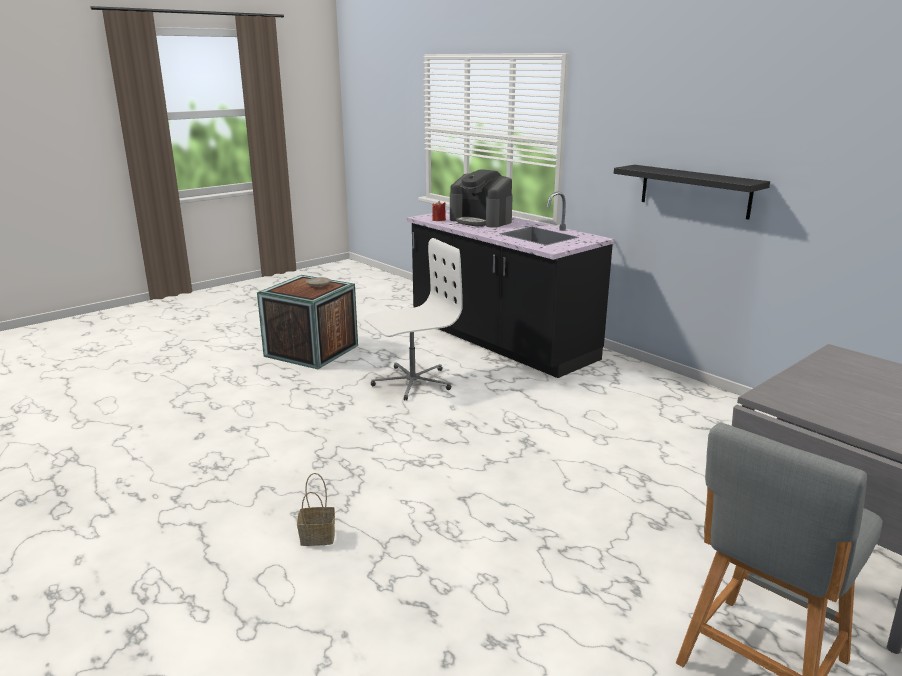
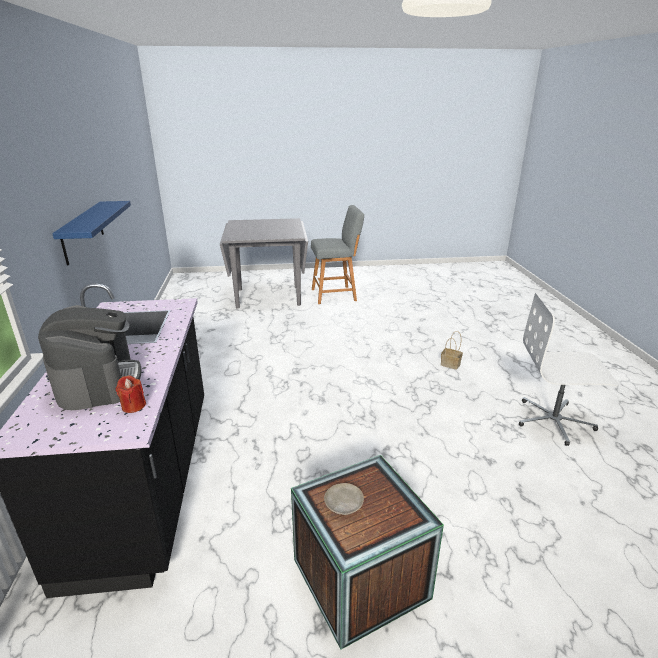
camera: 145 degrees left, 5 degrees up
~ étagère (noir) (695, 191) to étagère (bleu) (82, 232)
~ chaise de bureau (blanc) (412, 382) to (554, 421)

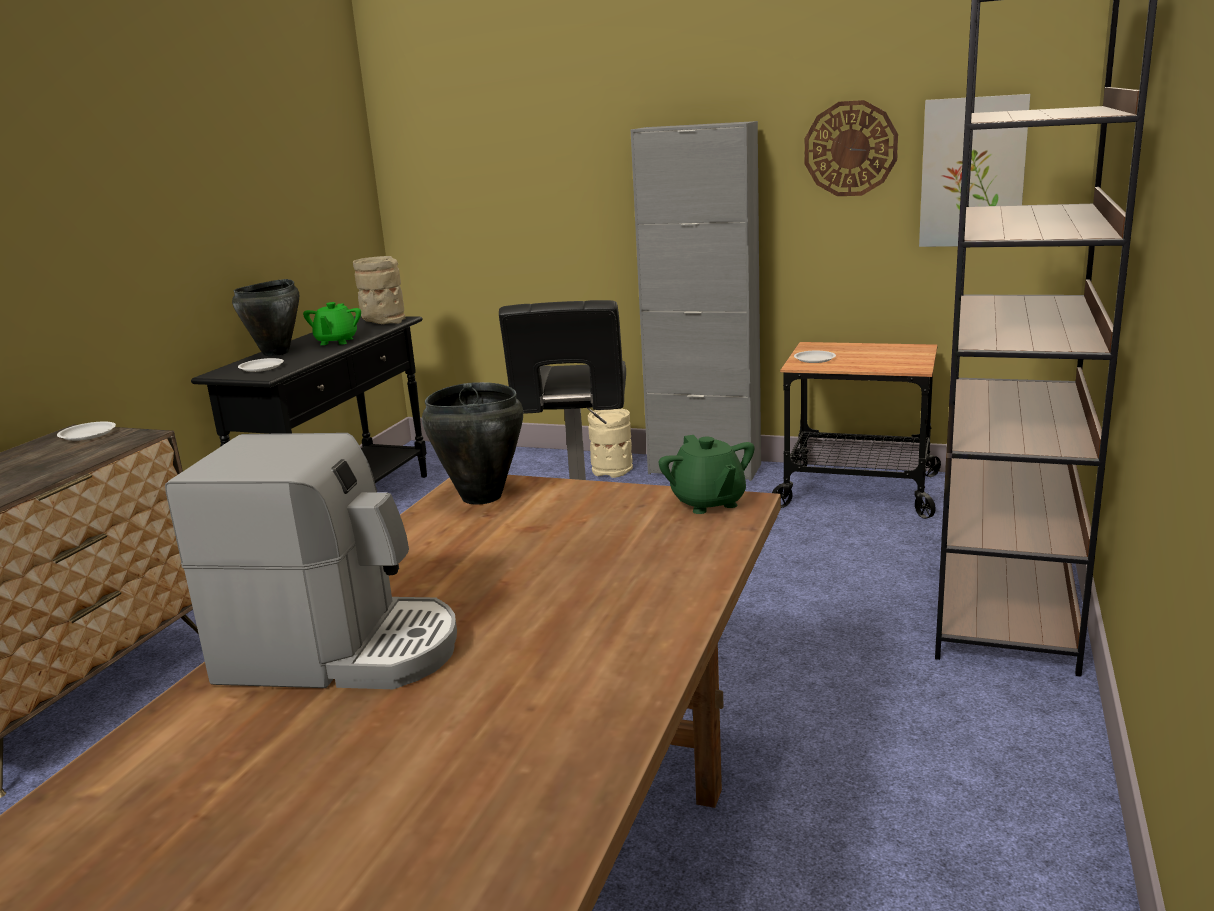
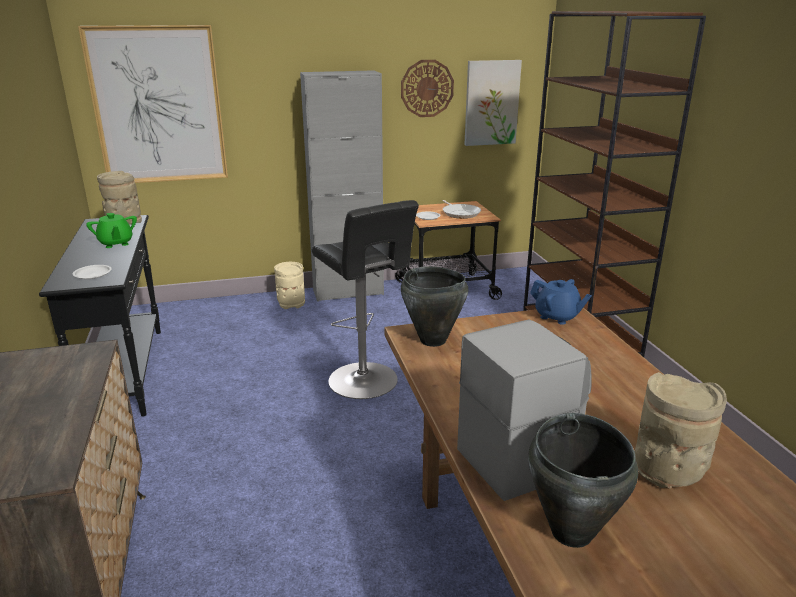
camera: 35 degrees left, 5 degrees up
~ marmite (noir) (276, 353) to (572, 532)
- assiette (blanc) (87, 435)
~ théière (vert) (708, 502) to théière (bleu) (557, 317)
+ tableau (158, 106)
+ poêle (460, 213)
+ vase (beige) (667, 474)

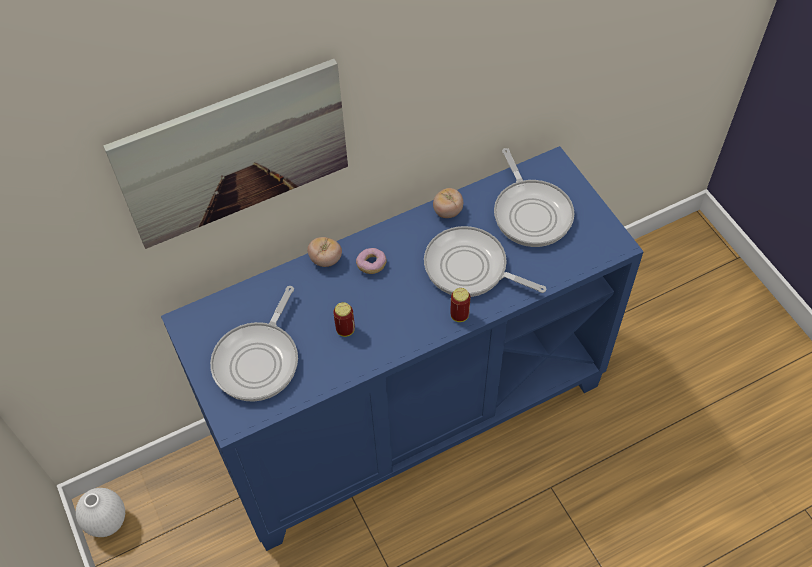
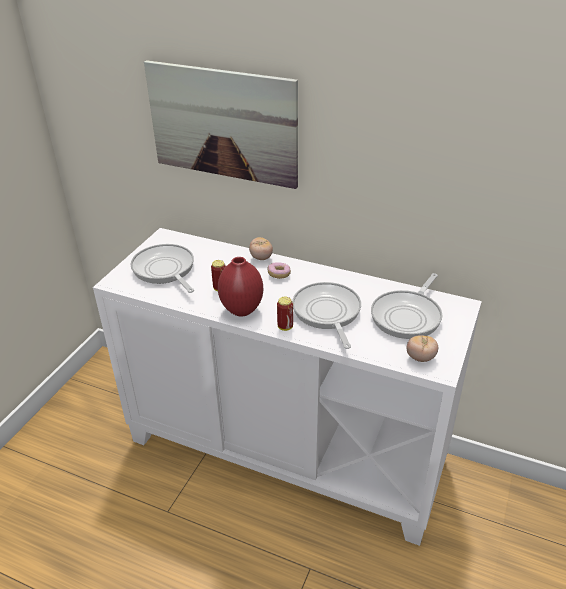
camera: 50 degrees right, 20 degrees down
~ meuble de rangement (bleu) (409, 412) to meuble de rangement (blanc) (286, 449)
~ tomate (447, 211) to (420, 357)
~ poêle (259, 360) = (165, 270) 75 degrees clockwise
- vase (blanc) (108, 522)
+ vase (rouge) (242, 310)

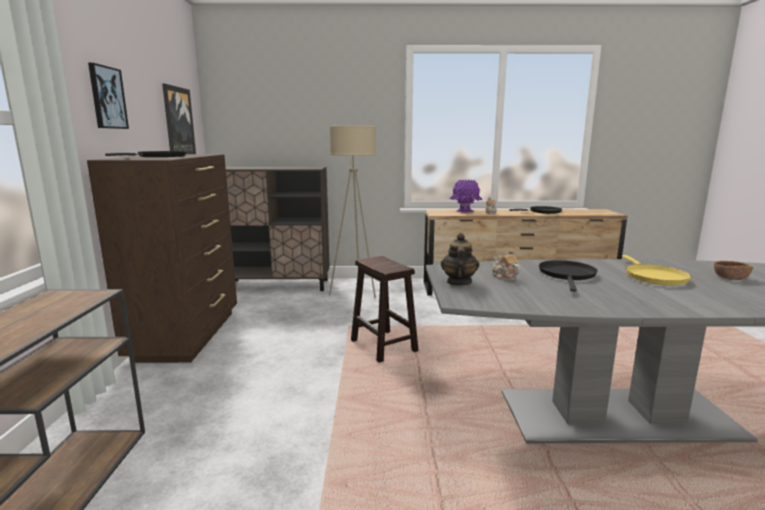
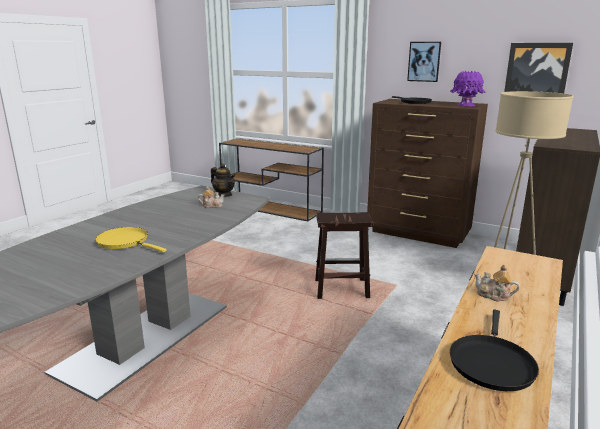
camera: 120 degrees right, 5 degrees up
~ vase (violet) (465, 211) to (466, 105)
- poêle (noir) (567, 275)
- bol (marron) (730, 278)

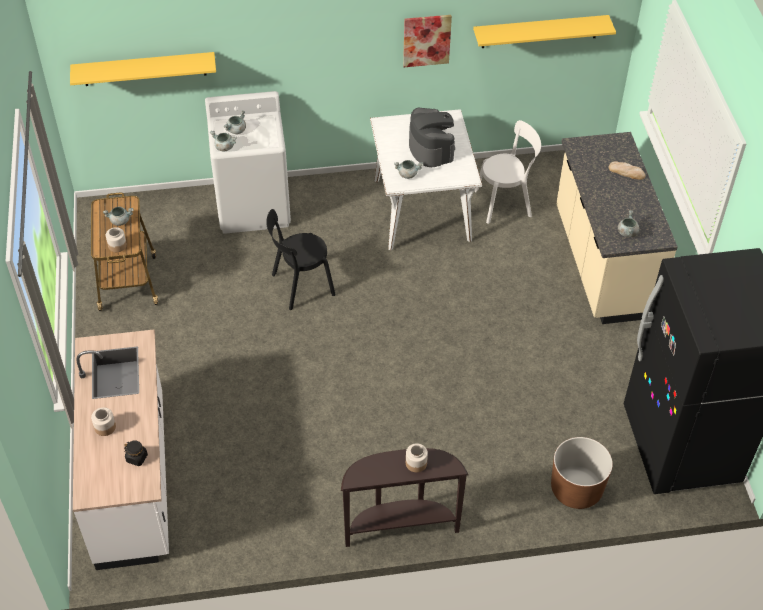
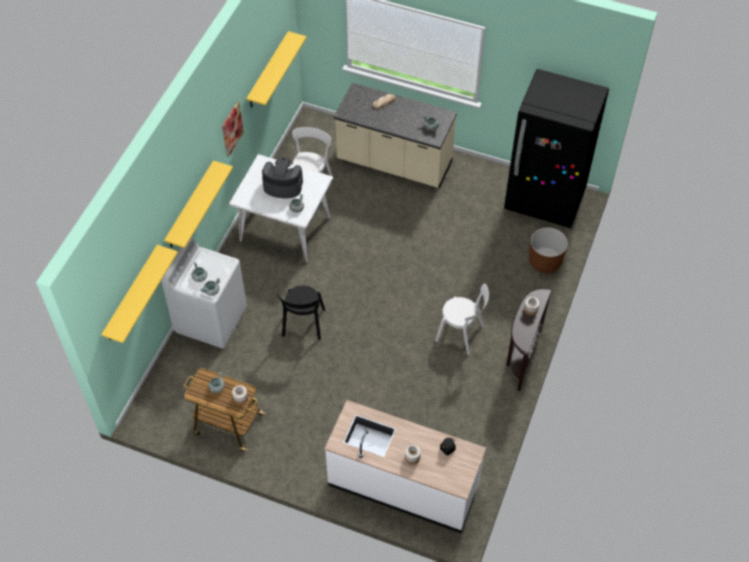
camera: 60 degrees left, 5 degrees up
+ étagère (jaune) (190, 206)
+ chaise (blanc) (461, 334)

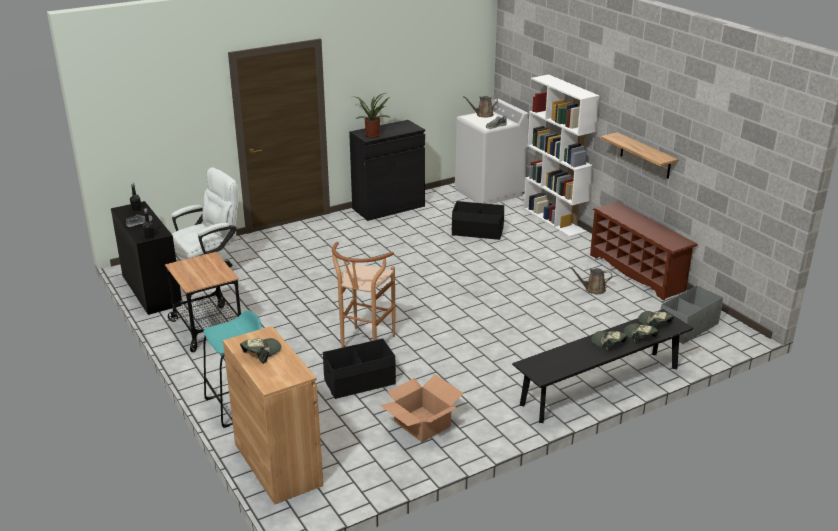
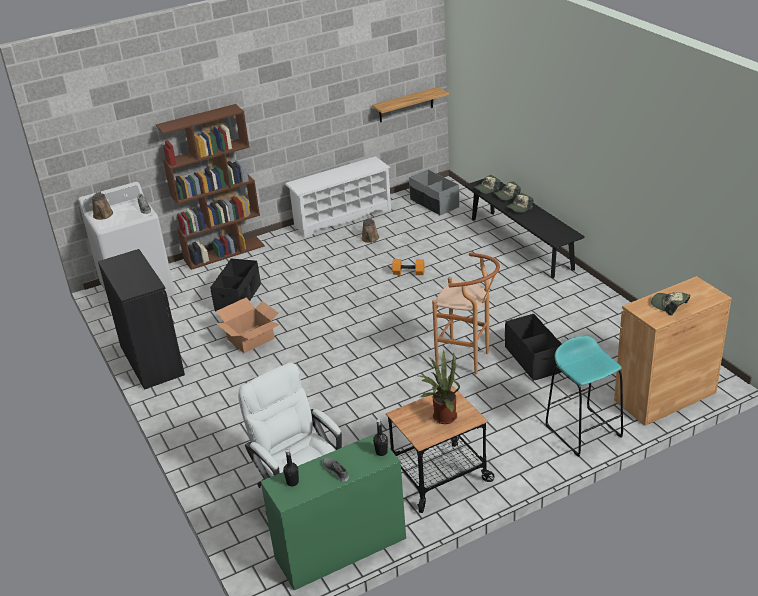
camera: 85 degrees left, 5 degrees up
~ bibliothèque (blanc) (554, 220) to bibliothèque (marron) (224, 252)
~ plante en pot (373, 134) to (442, 417)
~ étagère (645, 155) to (406, 105)
~ bureau (noir) (151, 290) to bureau (vert) (340, 548)
~ étagère à chaussures (marron) (638, 272) to étagère à chaussures (blanc) (342, 217)
~ carton (422, 424) to (251, 339)
+ haltère (orange) (408, 273)

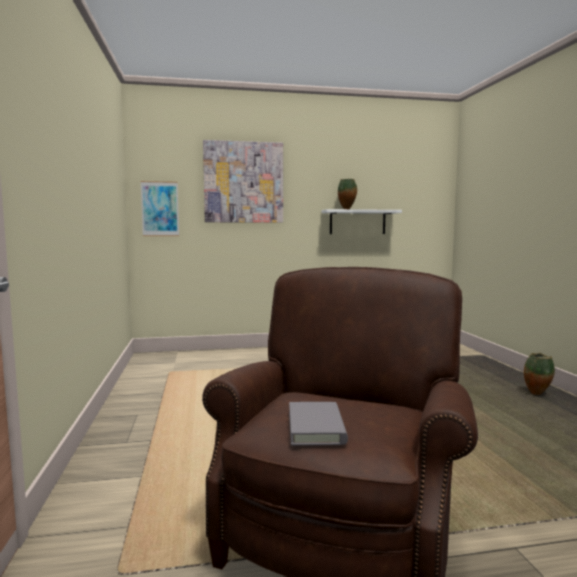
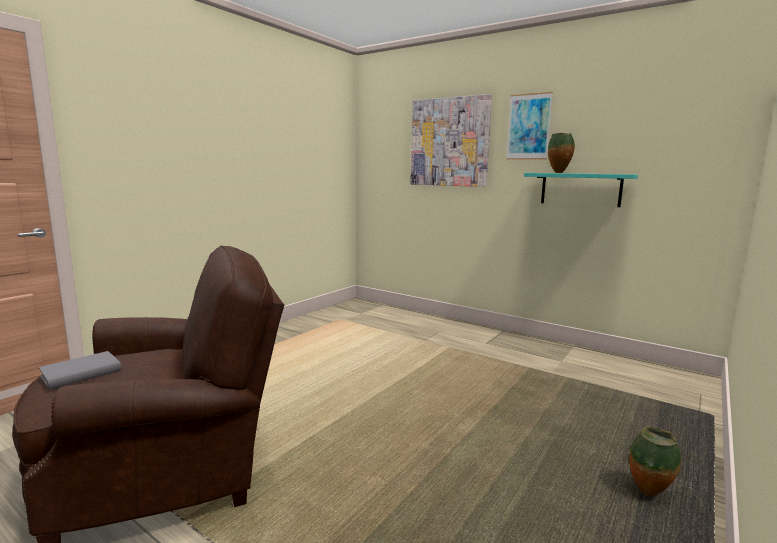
camera: 45 degrees right, 5 degrees up
~ tableau (160, 209) to (529, 127)
~ étagère (blanc) (357, 222) to étagère (turquoise) (580, 189)

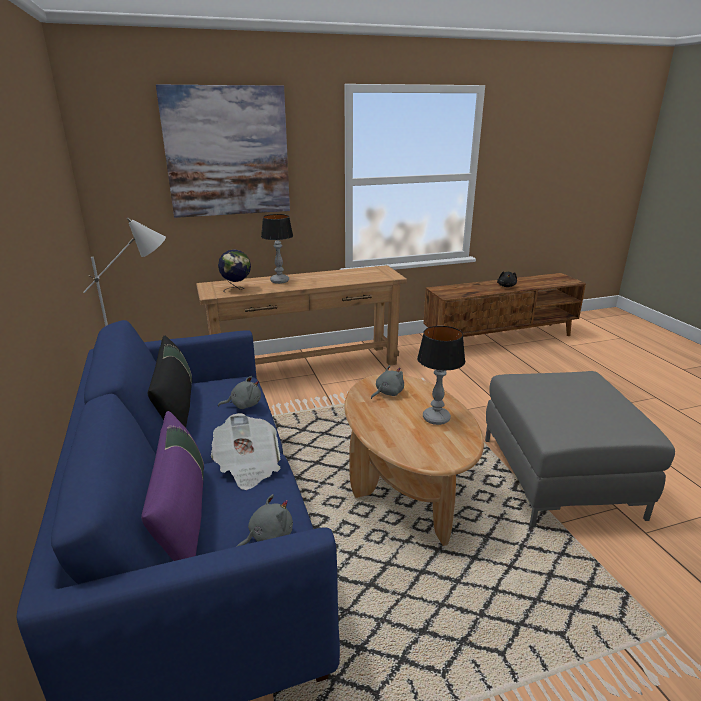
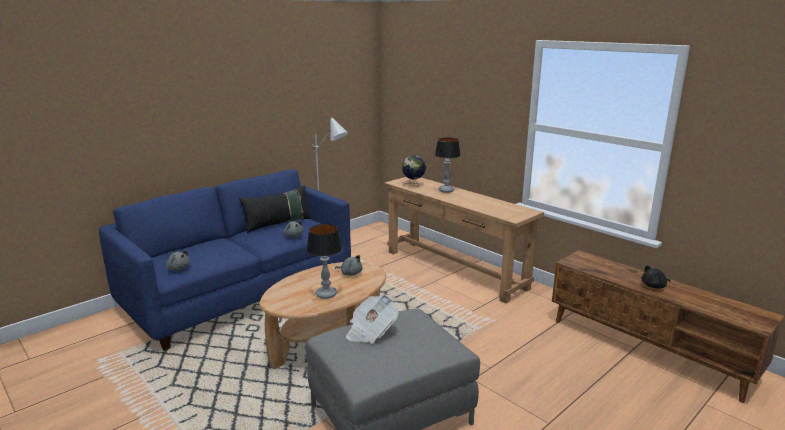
camera: 65 degrees right, 5 degrees down
- tableau (227, 152)
- coussin (violet) (183, 517)
~ journal (248, 466) to (371, 331)

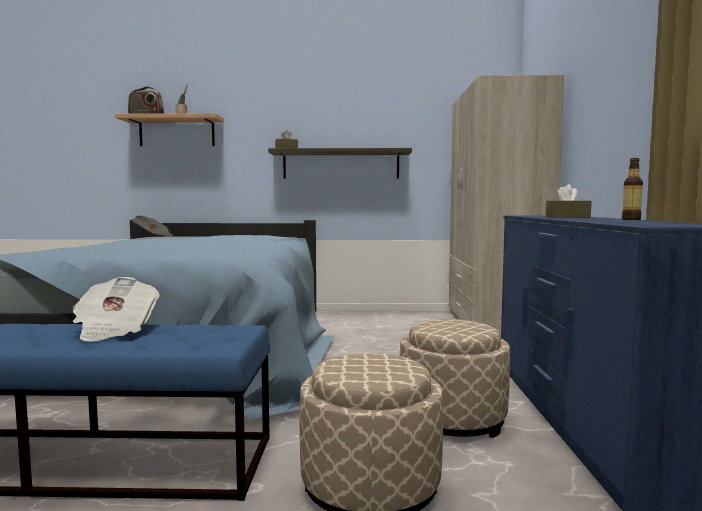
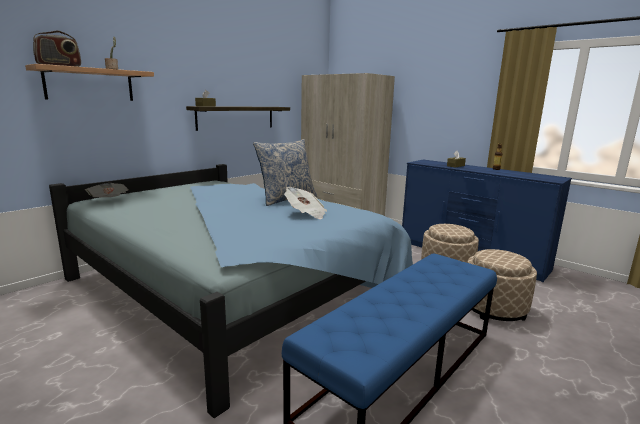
camera: 50 degrees left, 10 degrees up
~ journal (114, 330) to (306, 214)
+ coussin (286, 199)

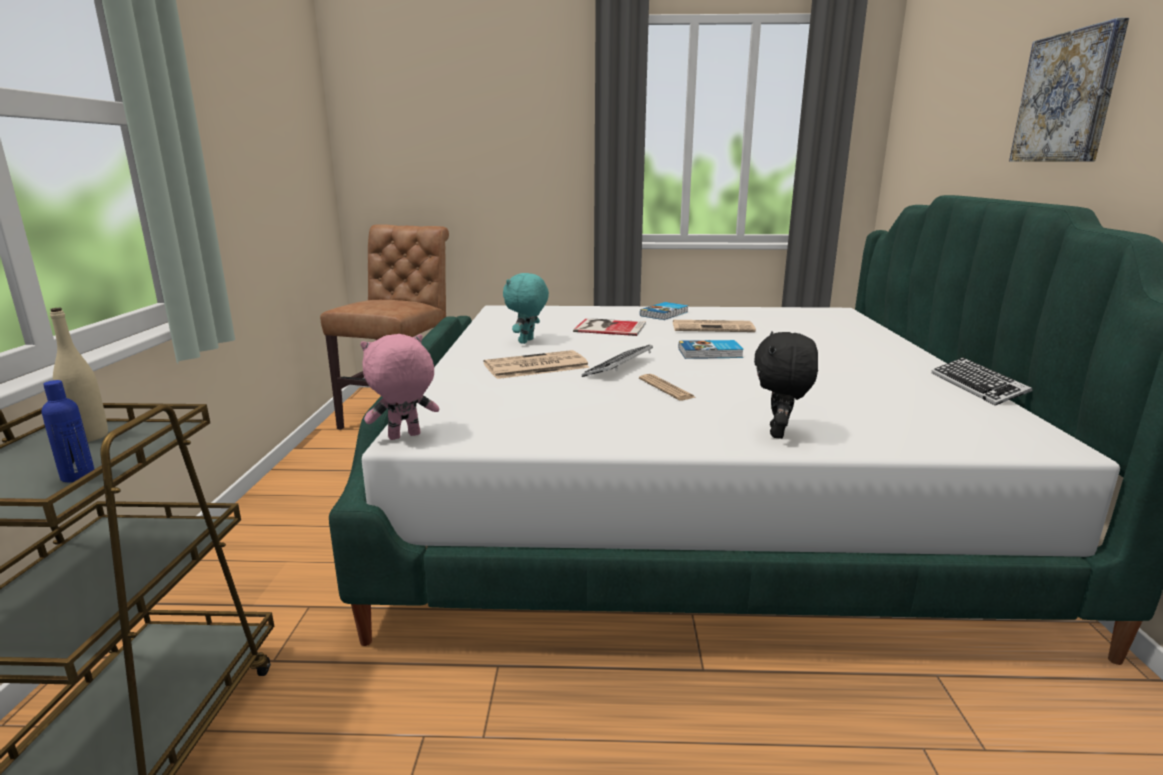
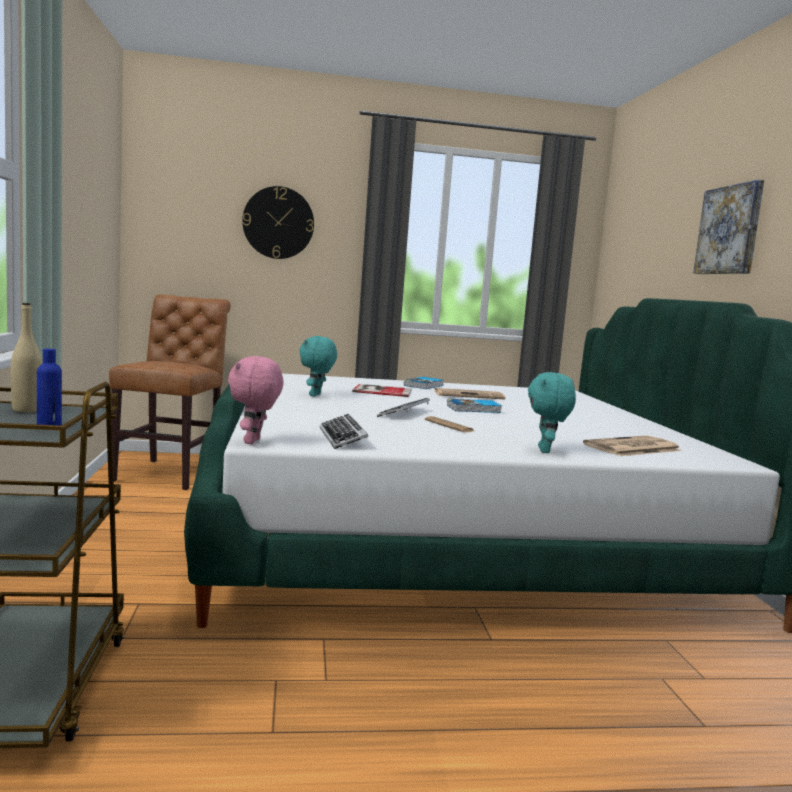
camera: 10 degrees left, 10 degrees down
~ peluche (noir) (779, 433) to peluche (turquoise) (546, 451)
~ peluche (rose) (404, 437) = (254, 442) 45 degrees counterclockwise
~ journal (535, 366) to (632, 448)
~ clavier (977, 387) to (342, 438)
+ horloge murale (278, 223)

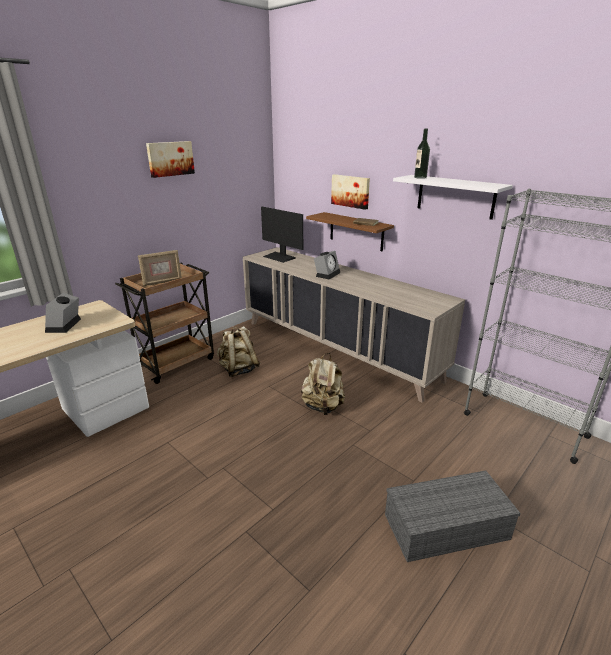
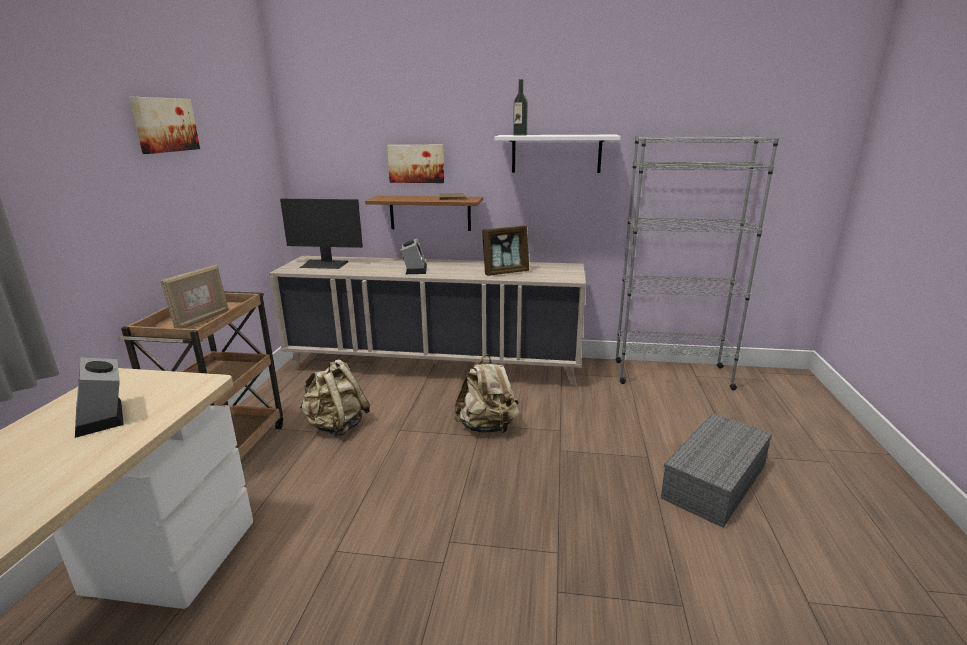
camera: 35 degrees left, 5 degrees down
+ cadre photo (506, 272)

